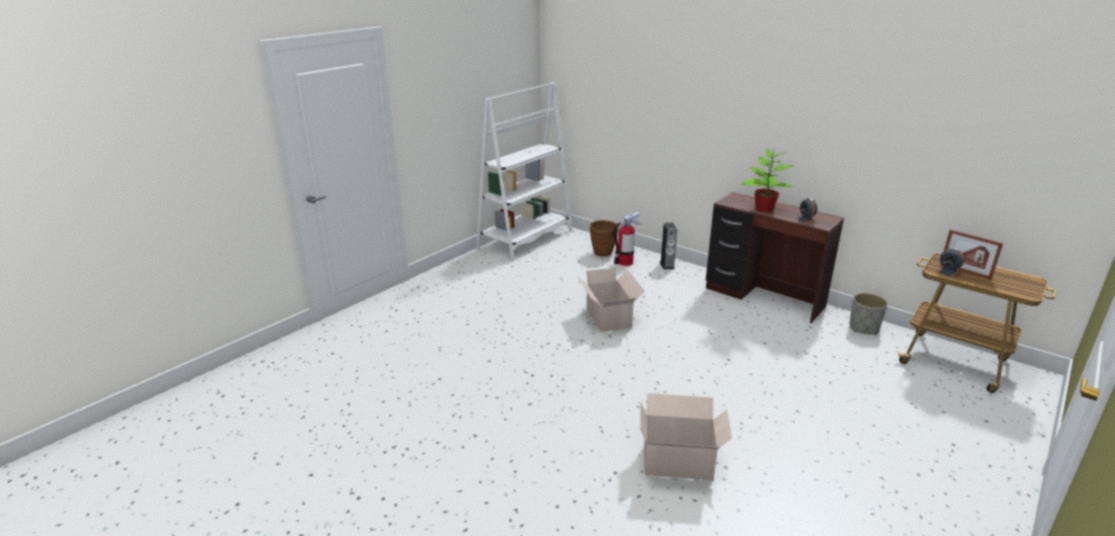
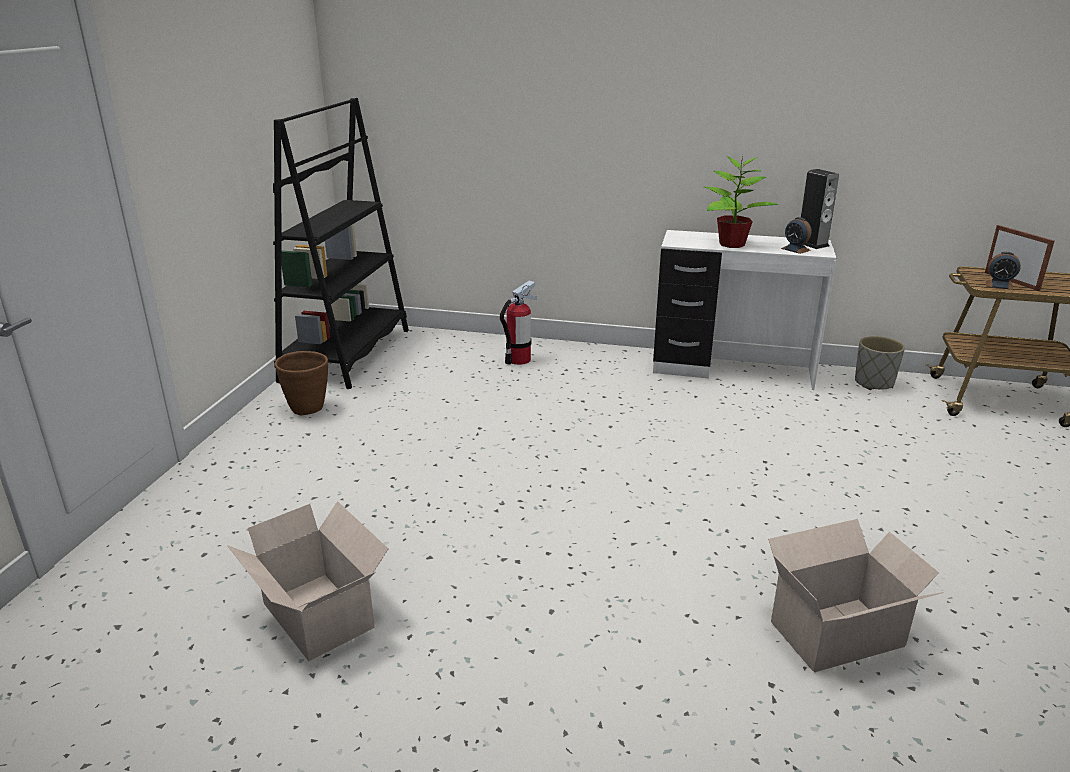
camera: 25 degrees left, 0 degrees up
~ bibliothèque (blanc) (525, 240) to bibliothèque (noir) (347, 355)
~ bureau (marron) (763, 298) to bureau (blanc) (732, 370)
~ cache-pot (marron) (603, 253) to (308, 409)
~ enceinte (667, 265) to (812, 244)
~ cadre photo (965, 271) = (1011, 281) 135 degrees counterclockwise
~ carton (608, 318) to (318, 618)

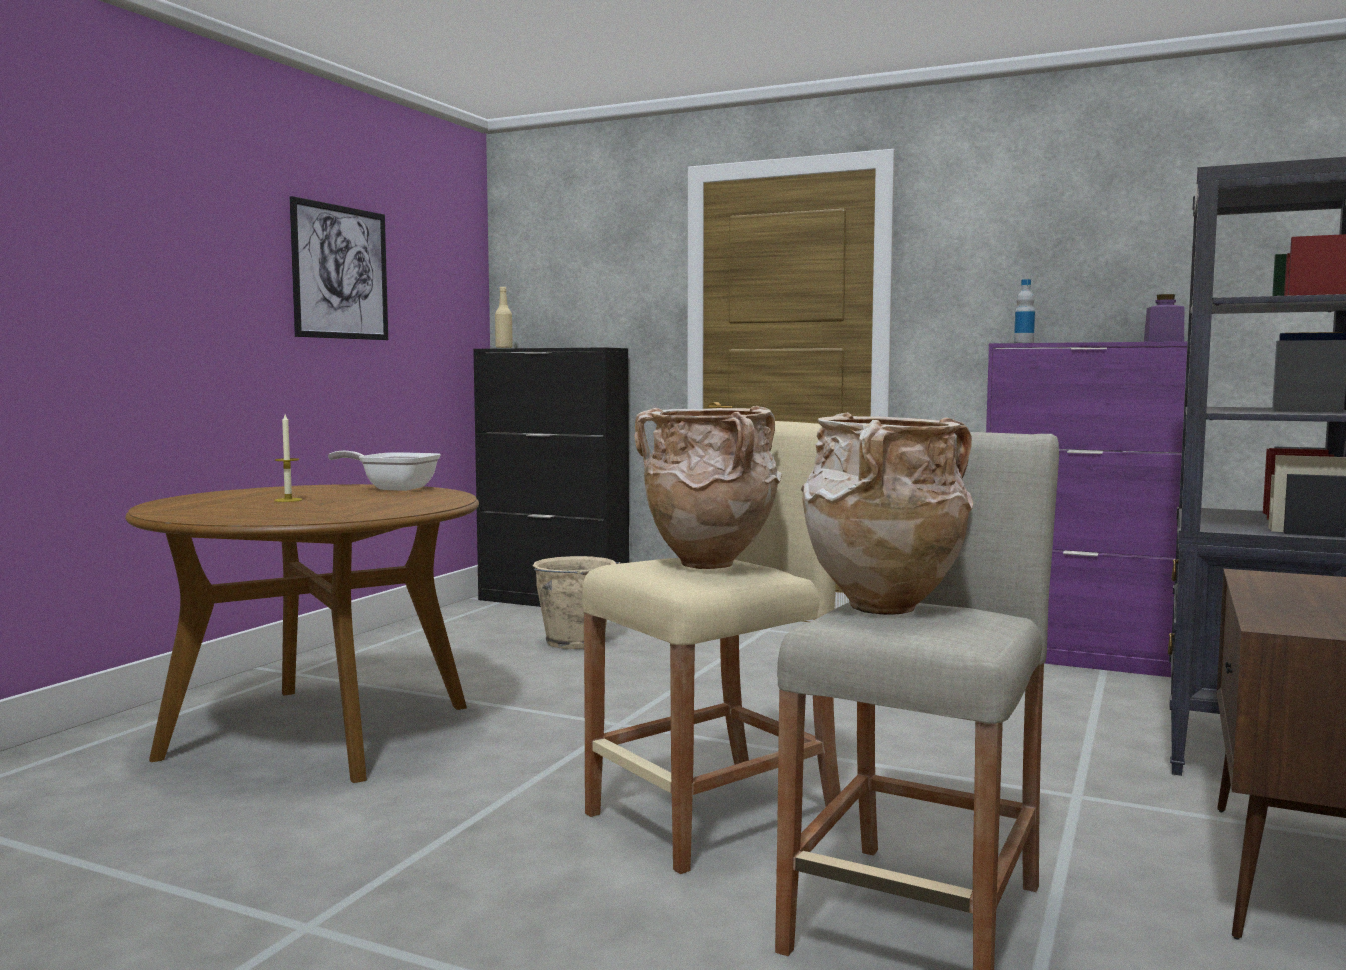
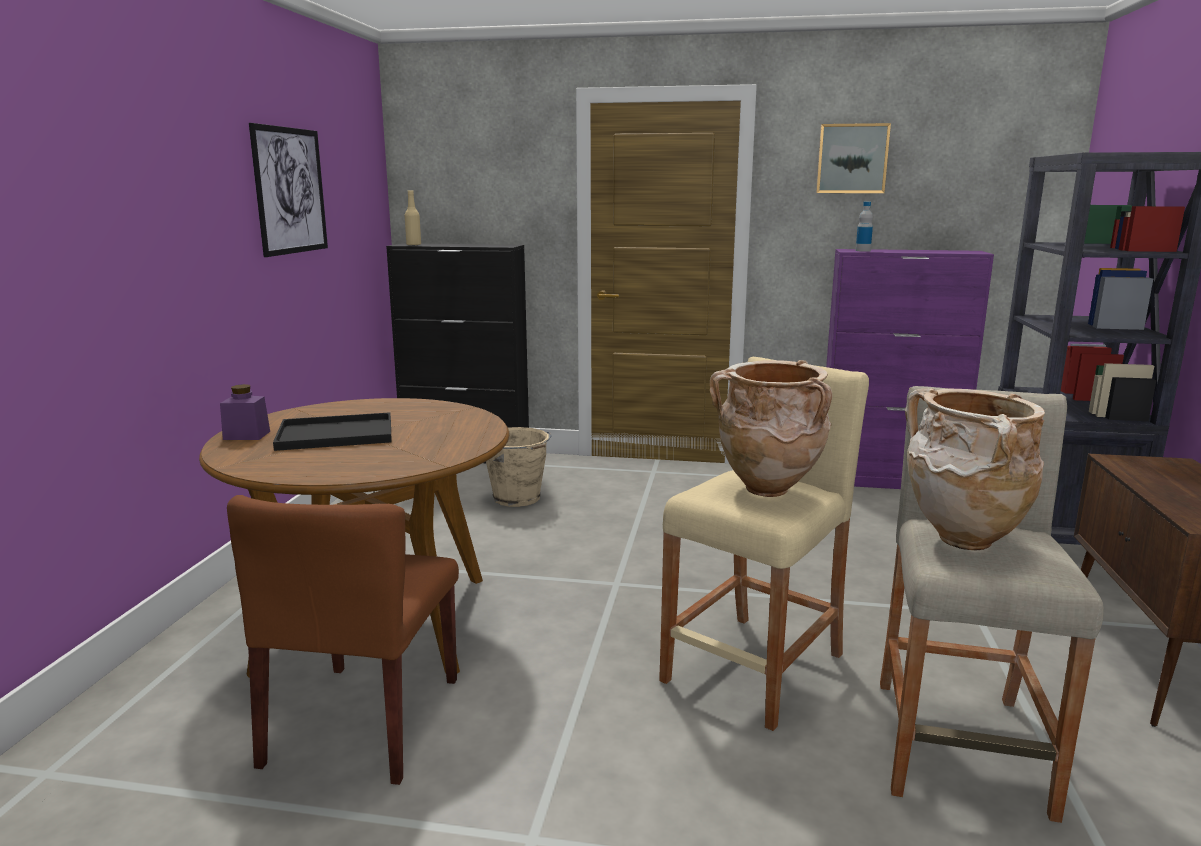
camera: 15 degrees left, 10 degrees up
~ bocal (violet) (1163, 341) to (247, 435)
~ bougie (288, 500) to plateau (noir) (338, 433)
- poêle (393, 488)
+ tableau (852, 159)
+ chaise (marron) (364, 721)

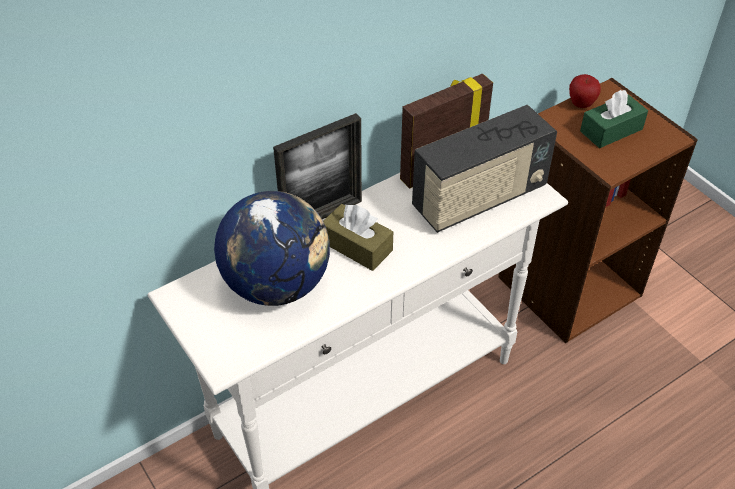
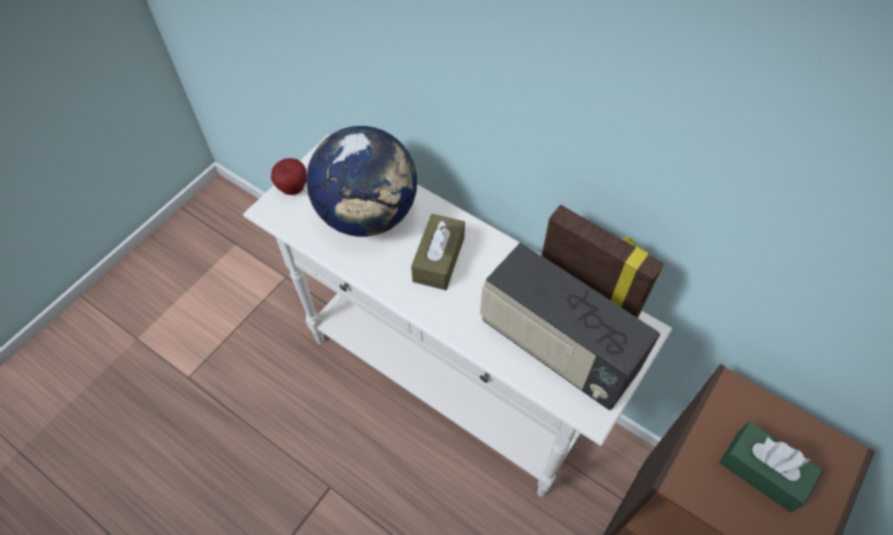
camera: 70 degrees right, 10 degrees up
~ pomme (581, 104) to (293, 189)
- cadre photo (322, 215)

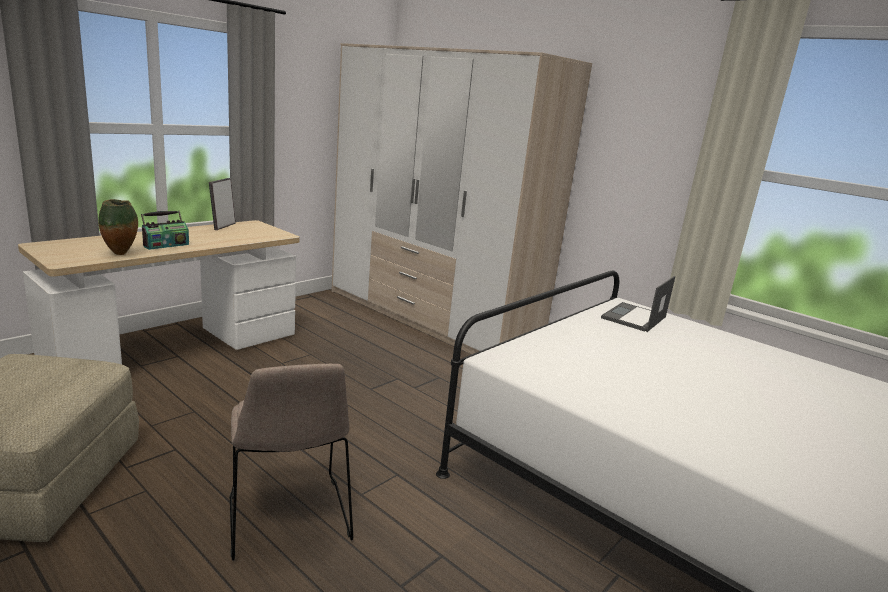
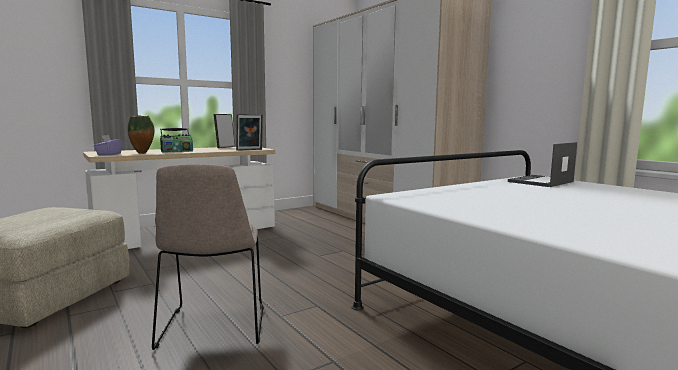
camera: 15 degrees right, 10 degrees down
+ cadre photo (250, 150)
+ boîte à mouchoirs (violet) (109, 154)

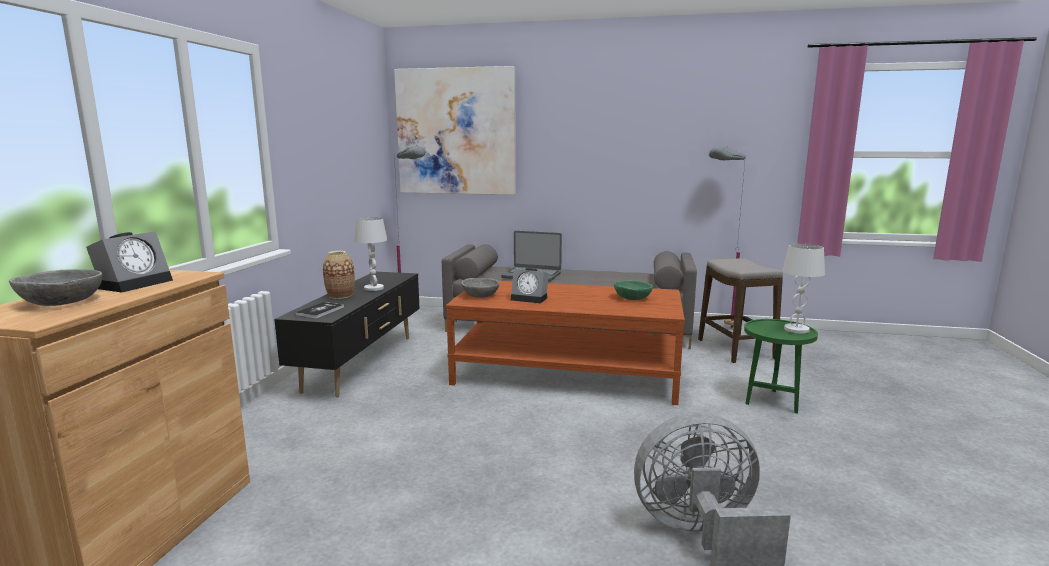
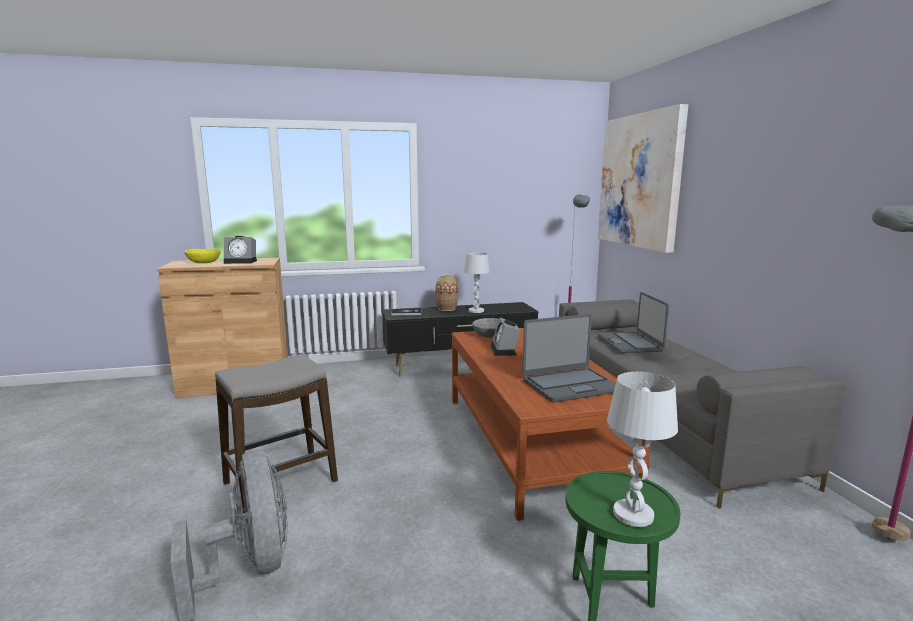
camera: 65 degrees right, 0 degrees up
~ tabouret (735, 349) to (280, 482)
~ bol (gris) (61, 302) to bol (jaune) (203, 262)
~ bol (vert) (632, 298) to ordinateur portable (570, 385)

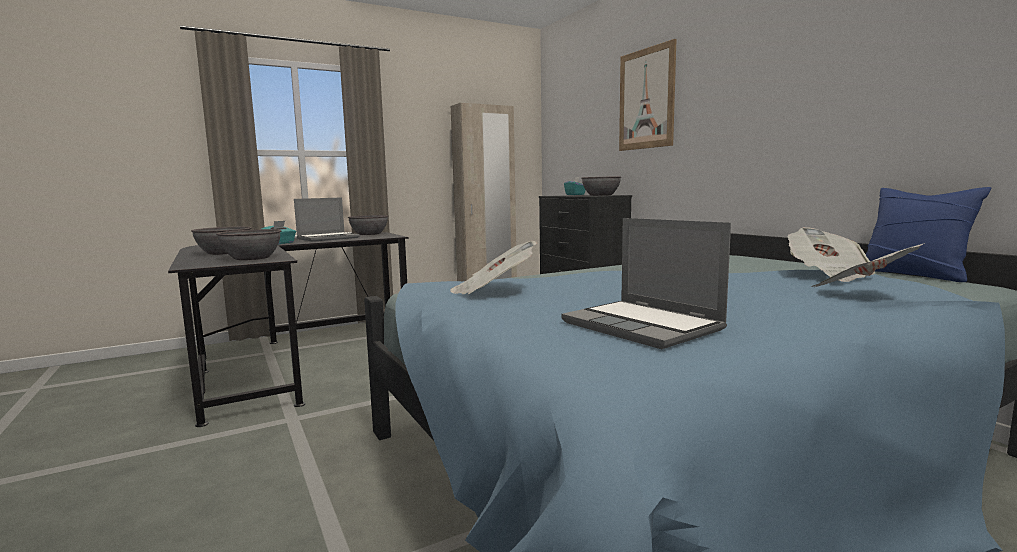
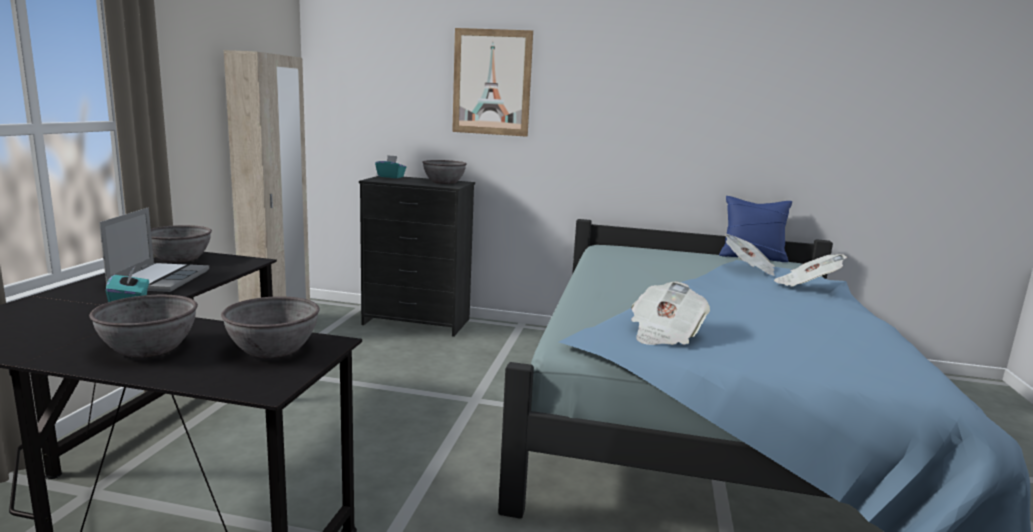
camera: 50 degrees left, 5 degrees up
- ordinateur portable (644, 326)

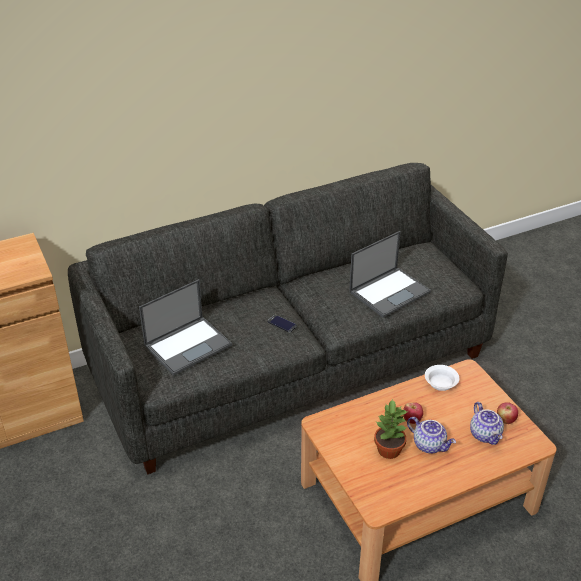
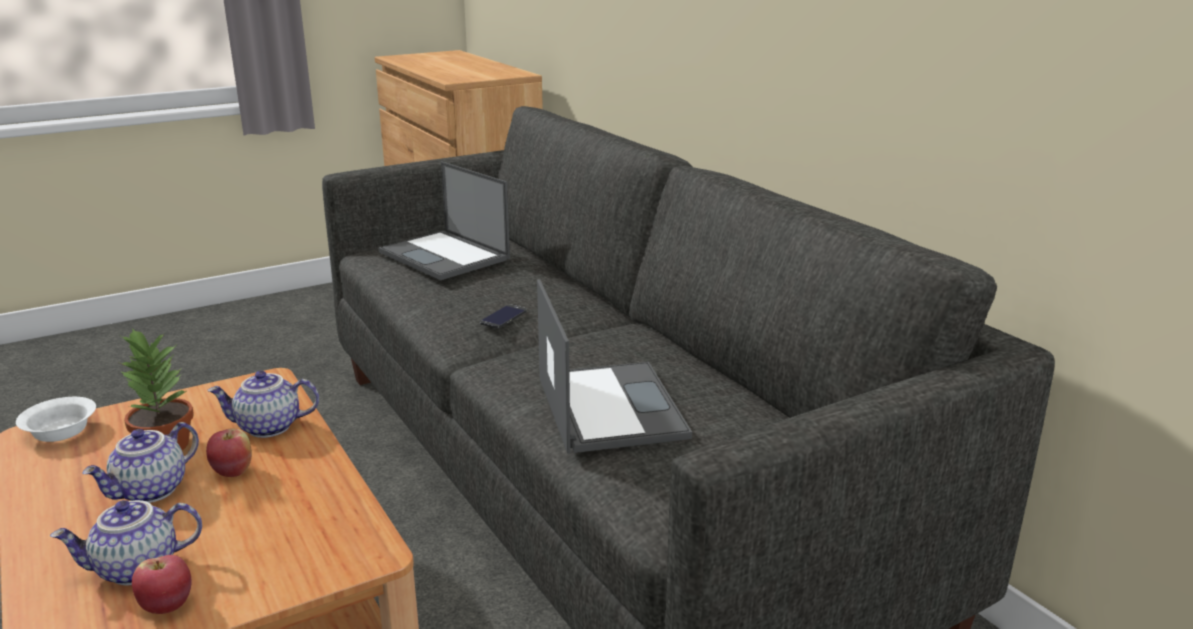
camera: 85 degrees right, 15 degrees down
~ ordinateur portable (390, 291) = (609, 406) 150 degrees counterclockwise
~ bol (blanc) (441, 383) to (62, 431)
+ théière (268, 428)

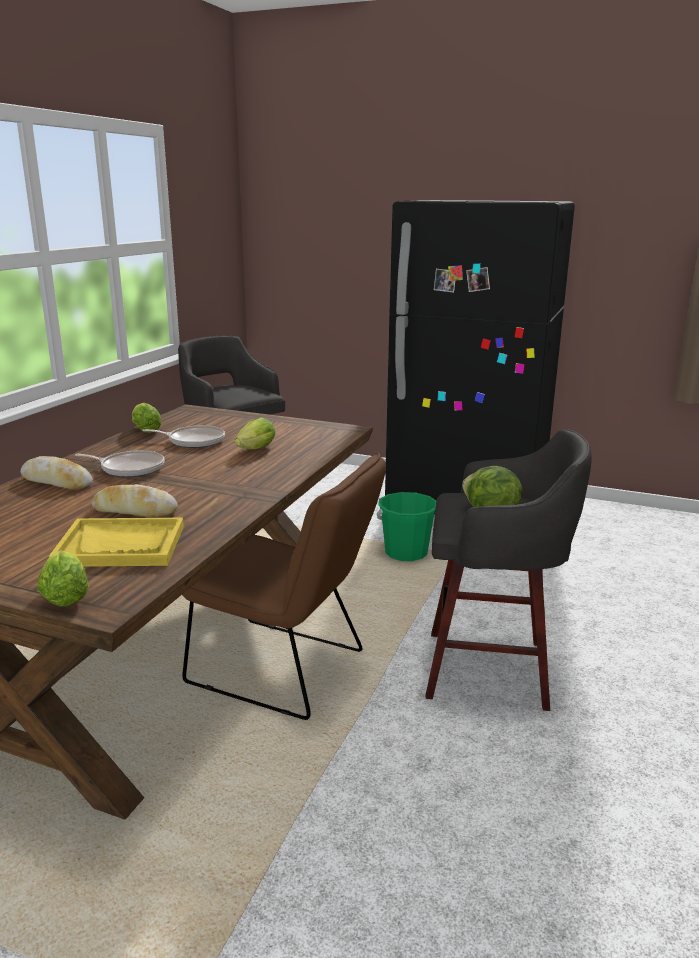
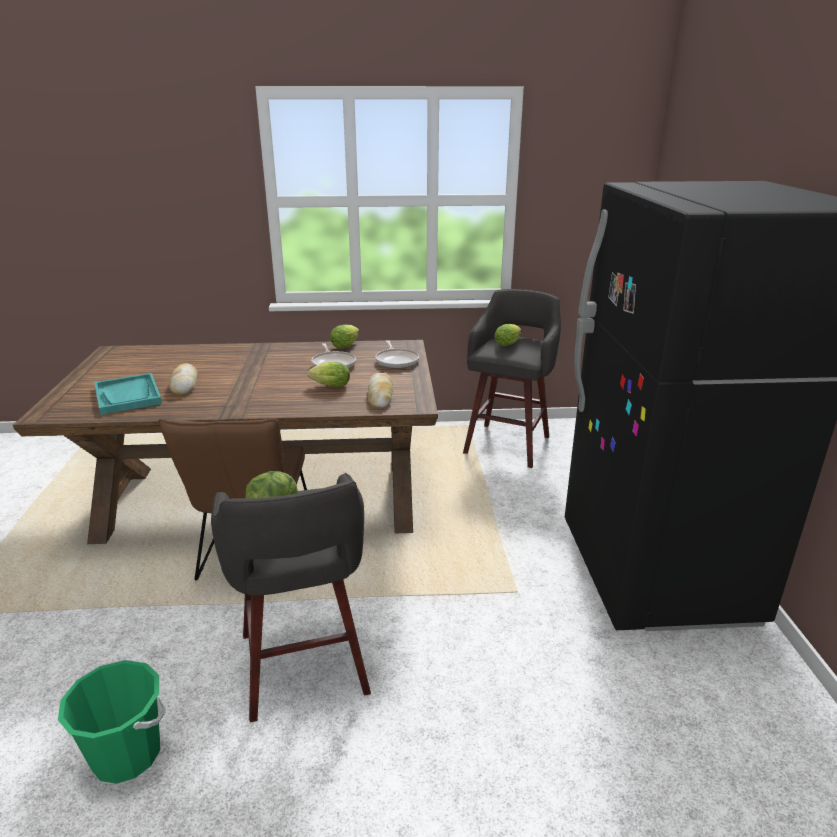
camera: 65 degrees right, 5 degrees up
~ poêle (130, 468) to (397, 361)
~ pain (57, 481) to (380, 396)
~ seau (vert) (406, 552) to (127, 754)
~ plateau (jaune) (121, 545) to plateau (turquoise) (128, 395)
~ laitue (65, 595) to (508, 343)

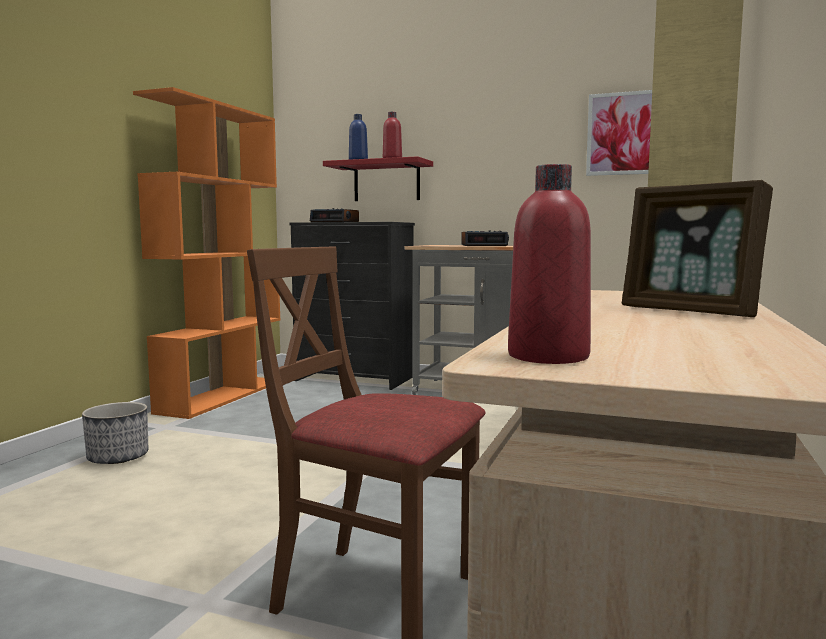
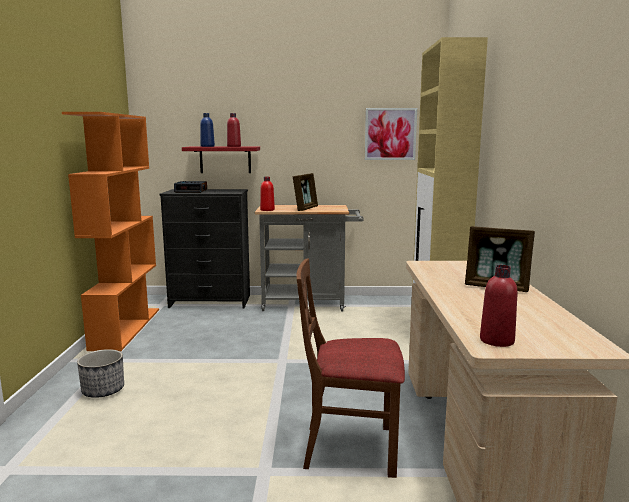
camera: 20 degrees left, 5 degrees up
~ réveil (484, 245) to cadre photo (305, 208)
+ bouteille (rouge) (267, 210)

